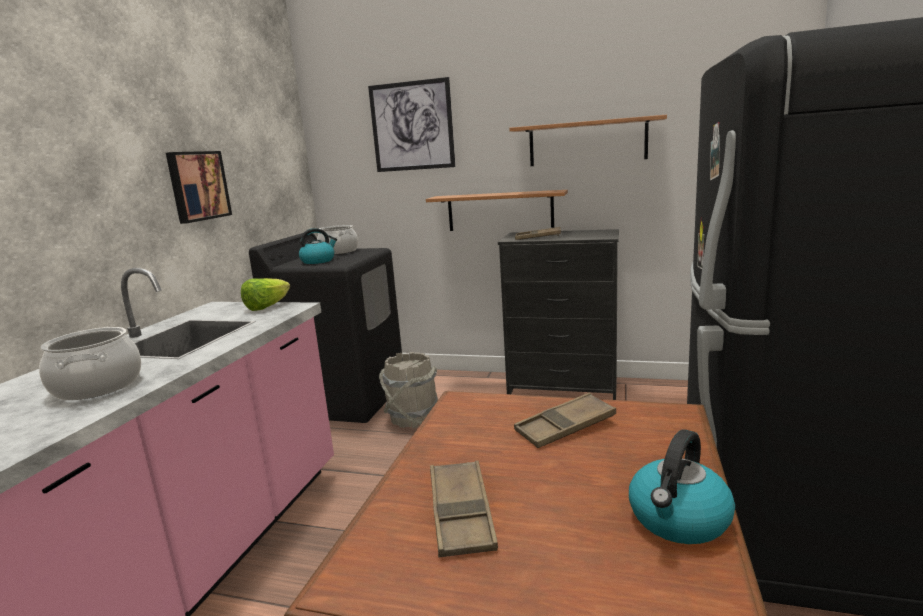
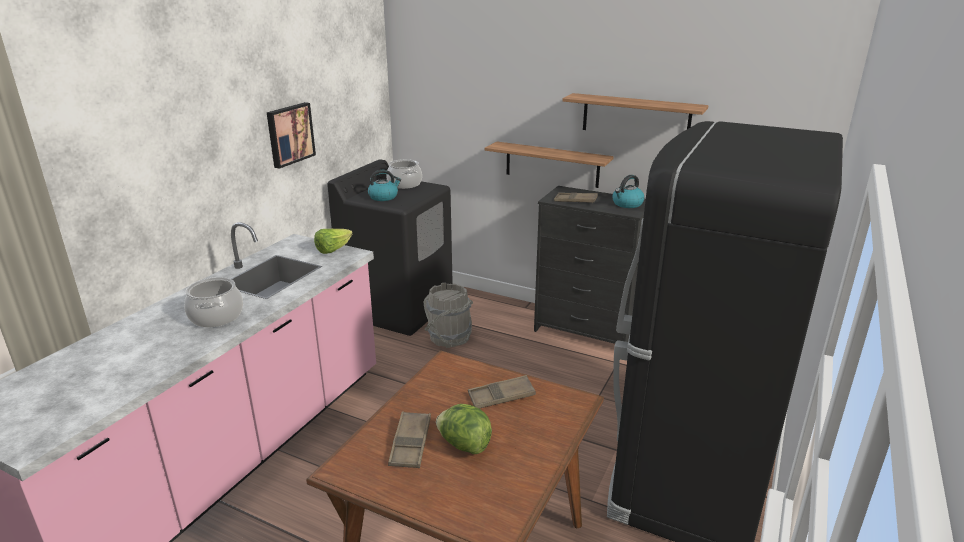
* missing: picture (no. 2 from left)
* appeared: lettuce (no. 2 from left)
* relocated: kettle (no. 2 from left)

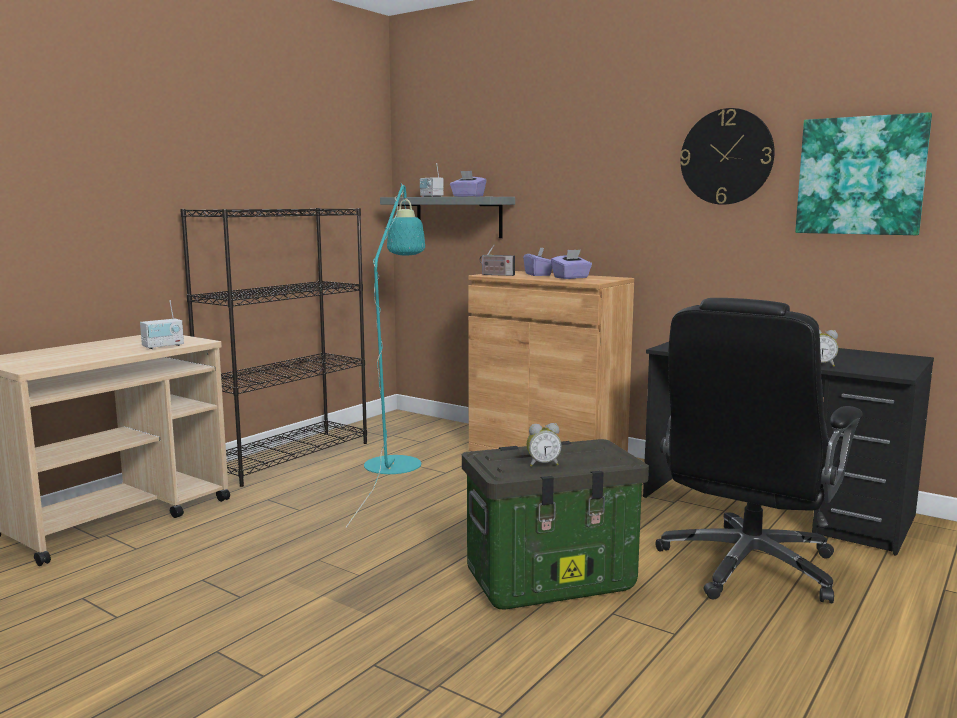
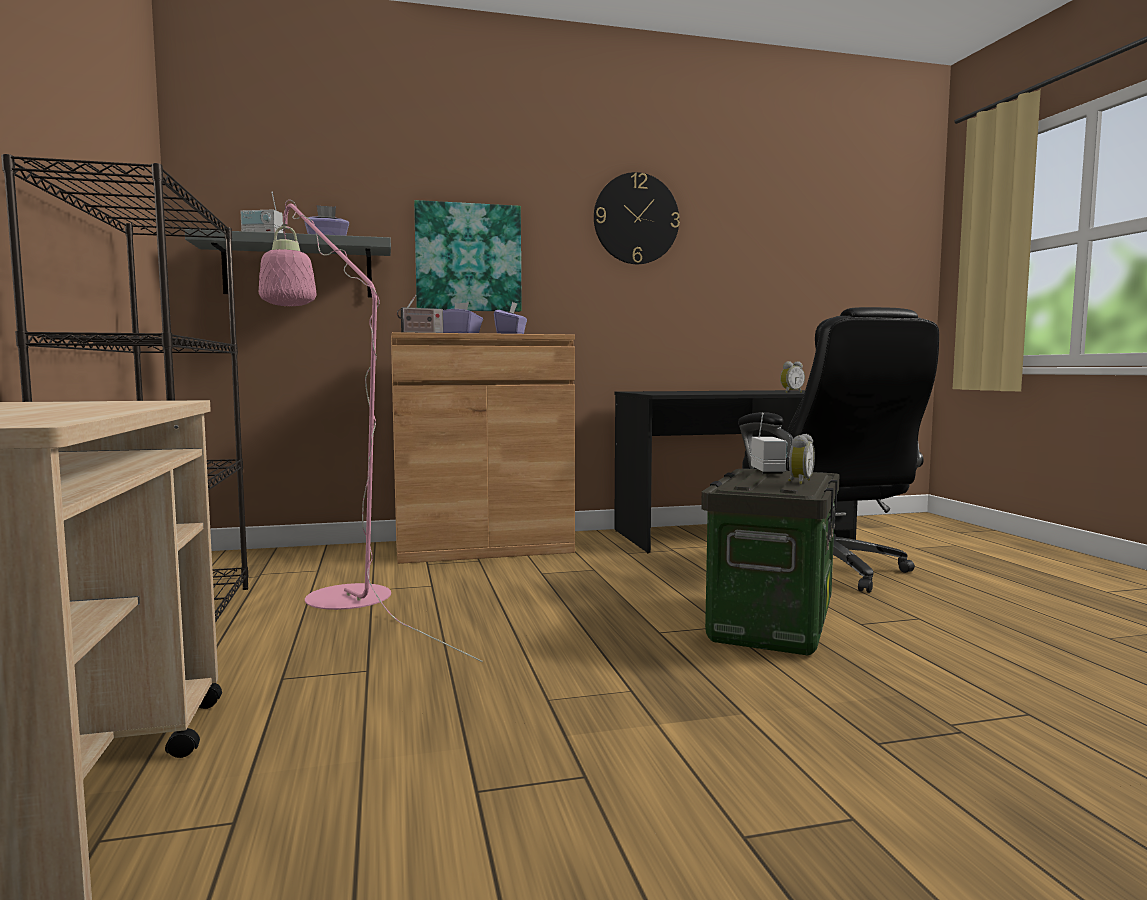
* relocated: radio (no. 1 from left in the first image) to radio (no. 3 from left)
* relocated: picture
* colour: floor lamp (turquoise) to floor lamp (pink)

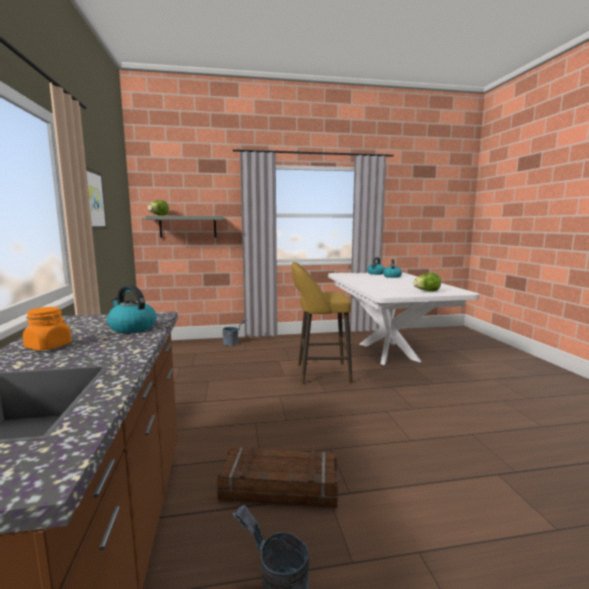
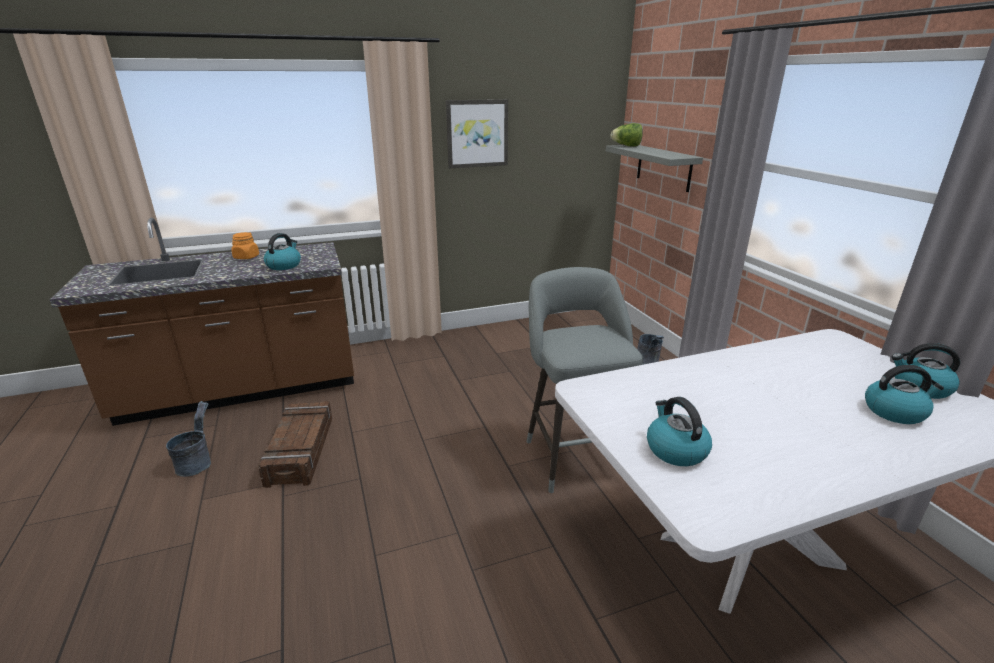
* exchanged: lettuce (no. 2 from left) to kettle (no. 2 from left)
* colour: stool (yellow) to stool (grey)

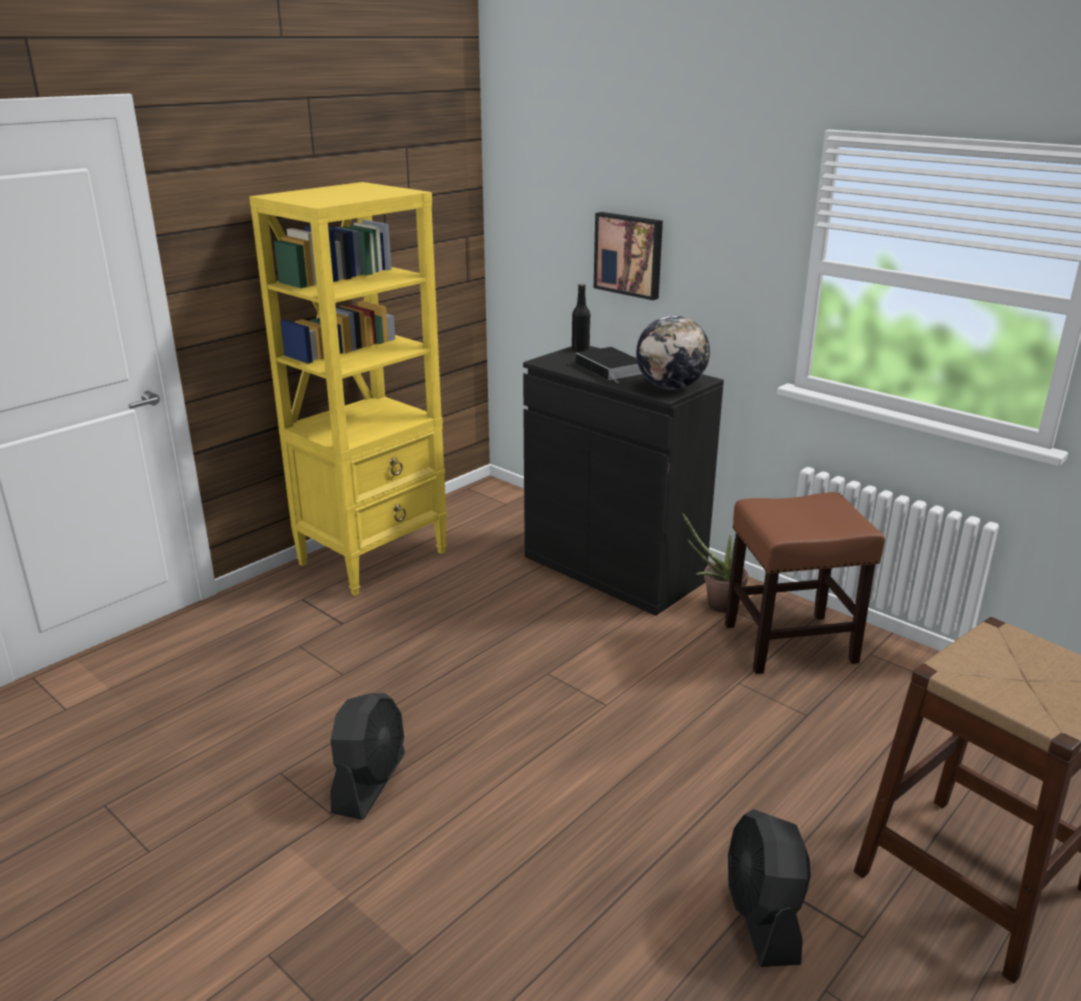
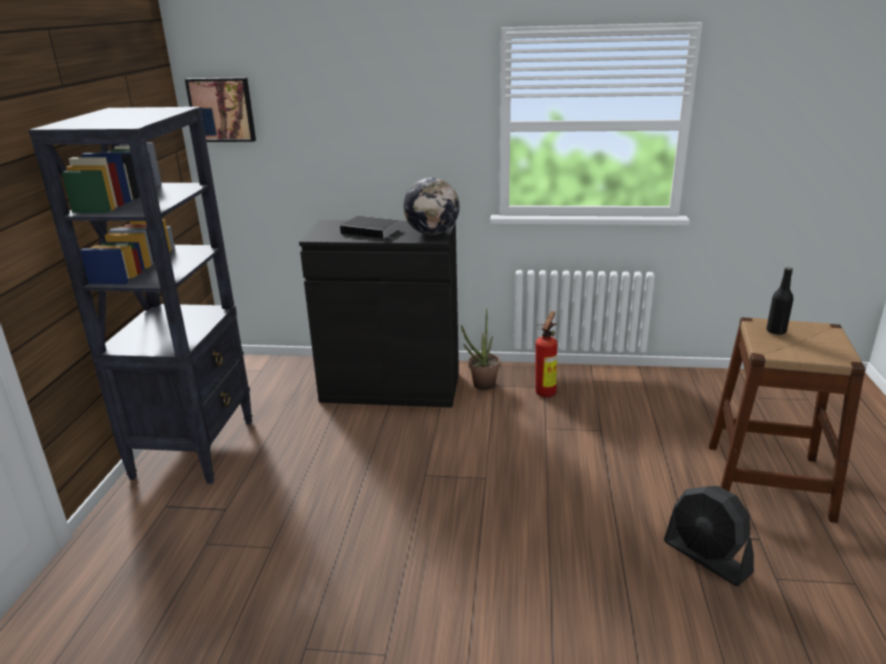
* missing: fan (black) (no. 1 from left)
* relocated: bottle (black)
* relocated: picture
* exchanged: stool (brown) (no. 1 from left) to fire extinguisher
* colour: bookcase (yellow) to bookcase (black)

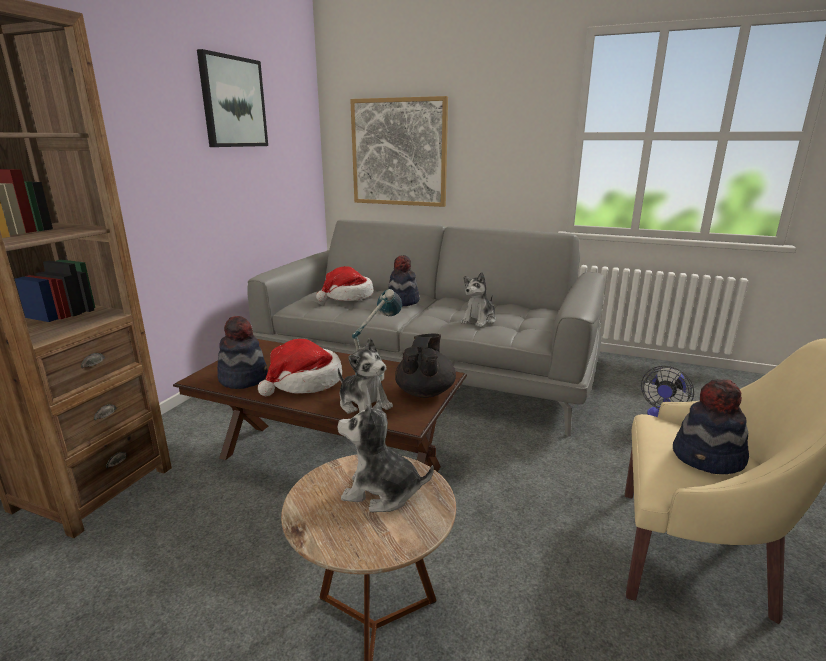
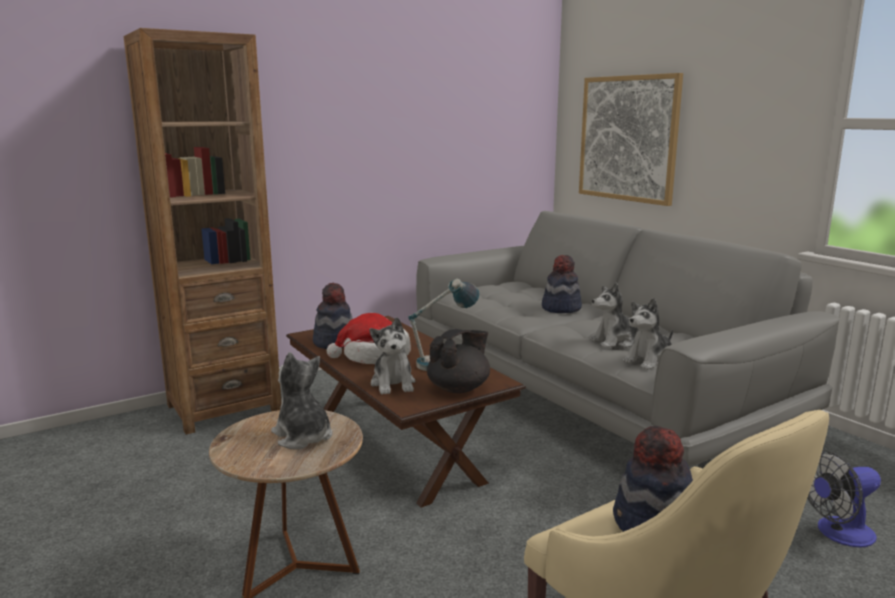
* missing: picture (no. 1 from left)
* missing: hat (no. 3 from left)
* appeared: plush toy (no. 4 from left)

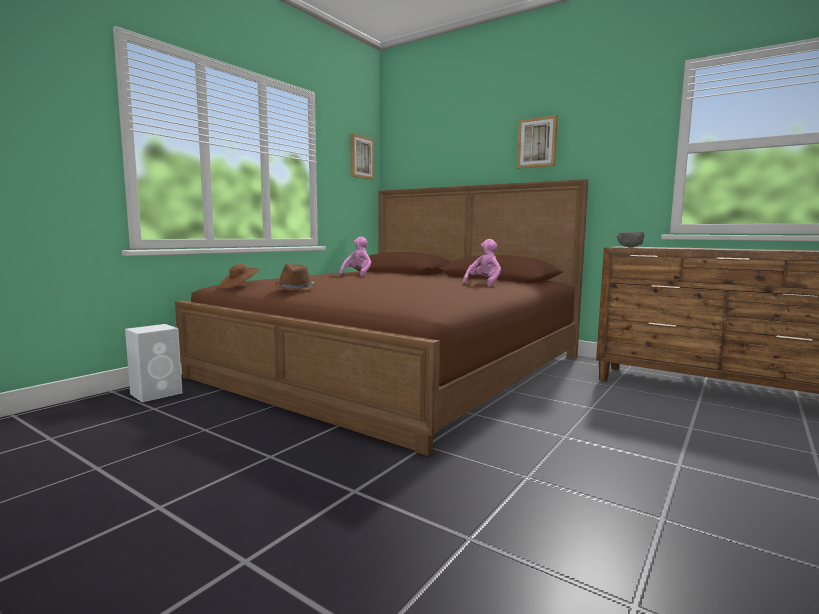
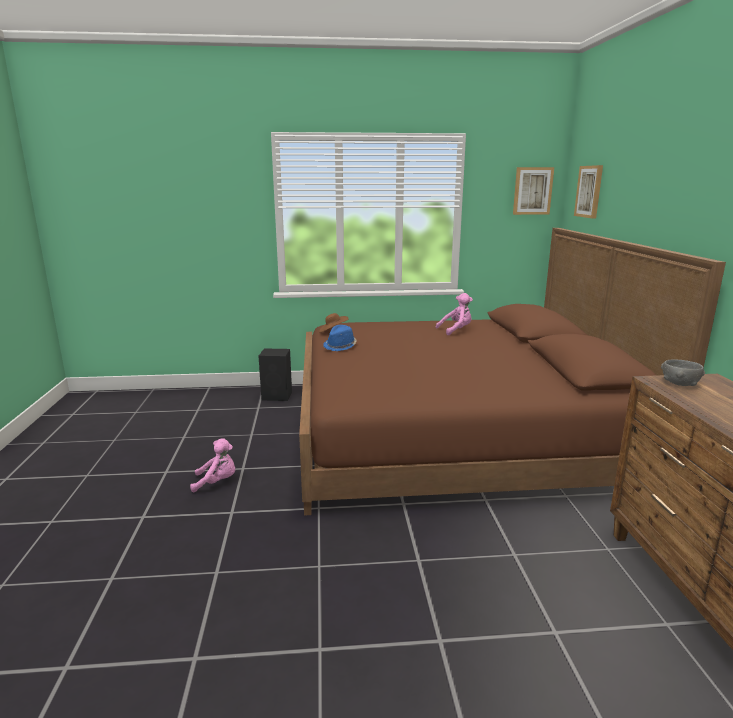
* relocated: plush toy (pink) (no. 2 from left in the first image) to plush toy (pink) (no. 1 from left)
* relocated: picture (no. 2 from left)
* colour: speaker (white) to speaker (black)
* colour: hat (brown) (no. 2 from left) to hat (blue)

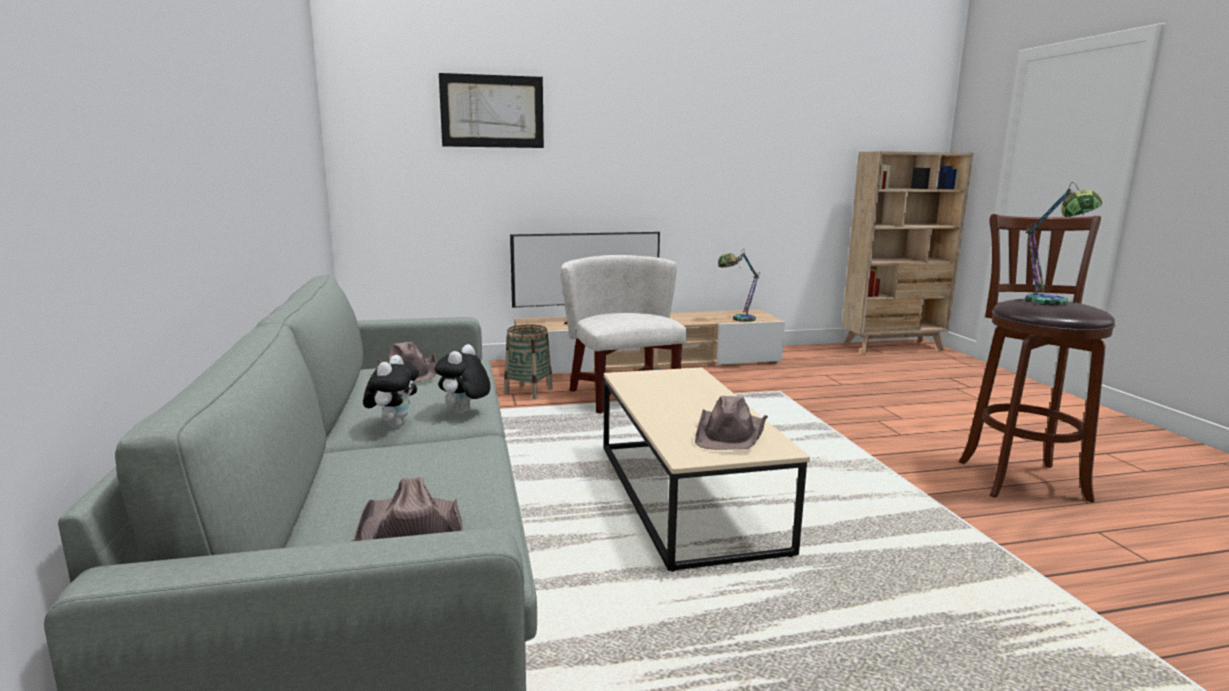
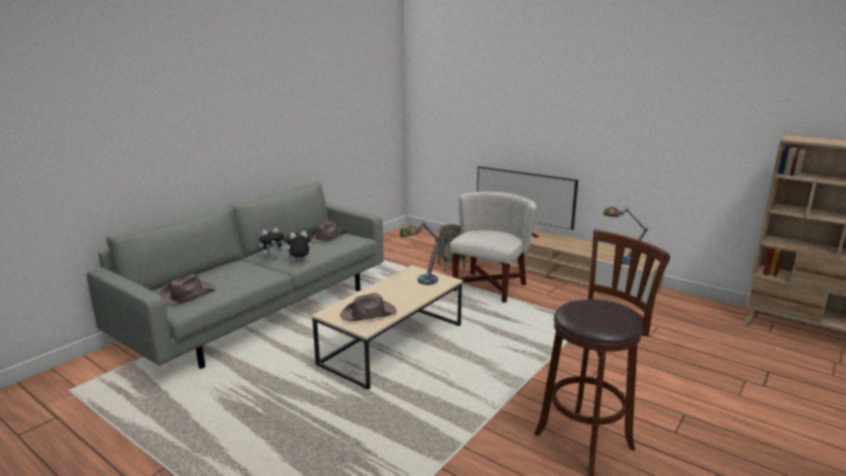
* missing: picture
* relocated: table lamp (no. 2 from left in the first image) to table lamp (no. 1 from left)

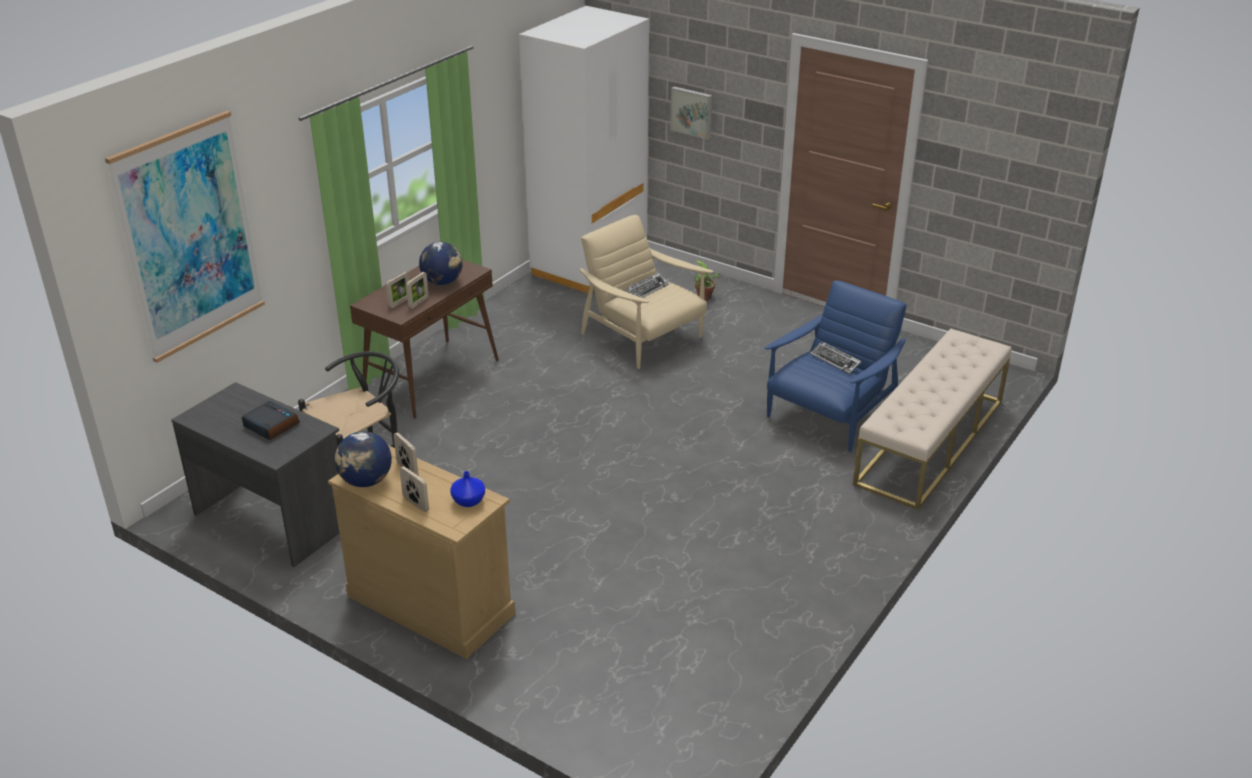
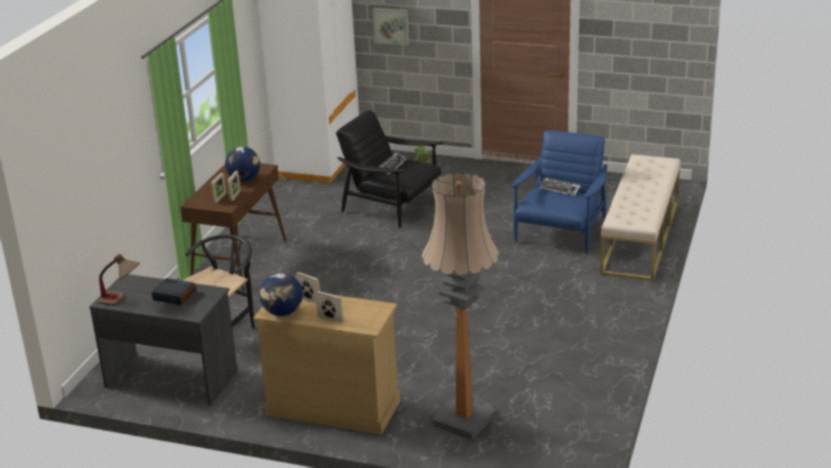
* missing: picture (no. 1 from left)
* missing: vase (blue)
* appeared: table lamp
* appeared: floor lamp
* colour: armchair (beige) to armchair (black)

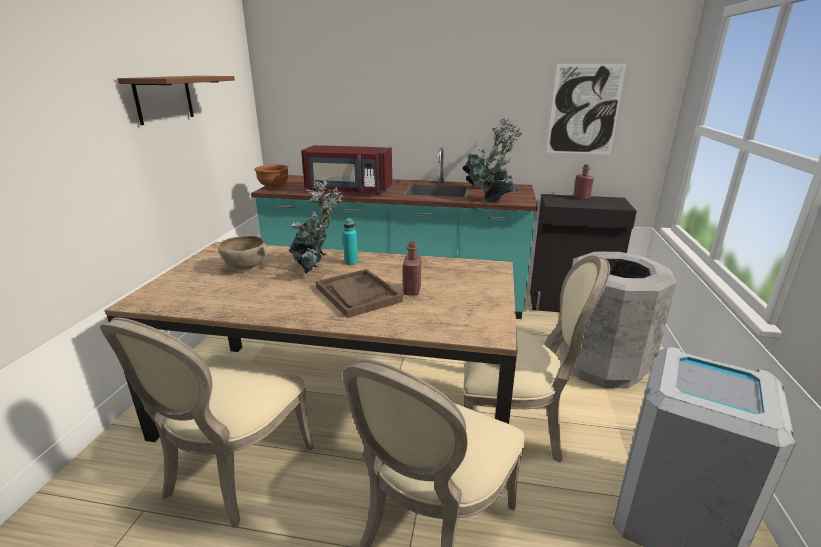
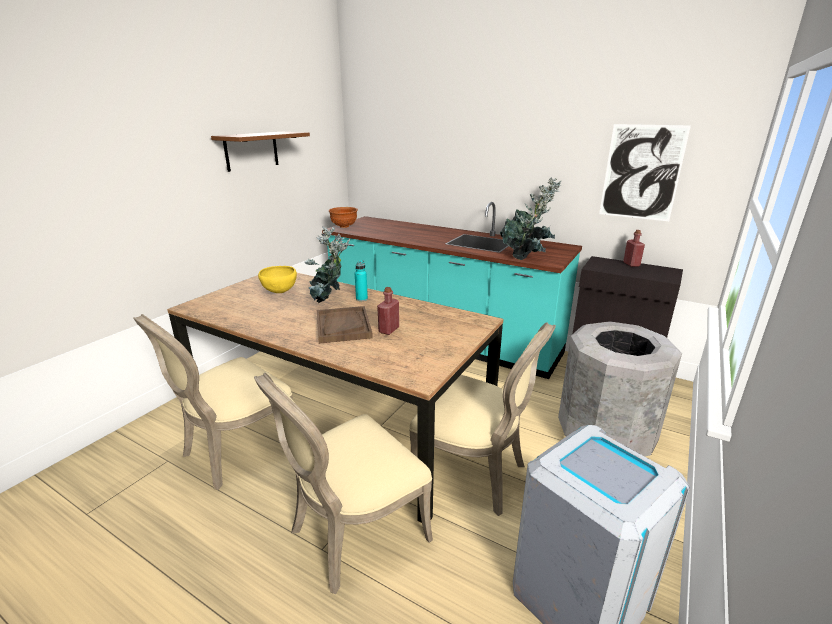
* missing: microwave (red)
* colour: bowl (brown) (no. 1 from left) to bowl (yellow)

